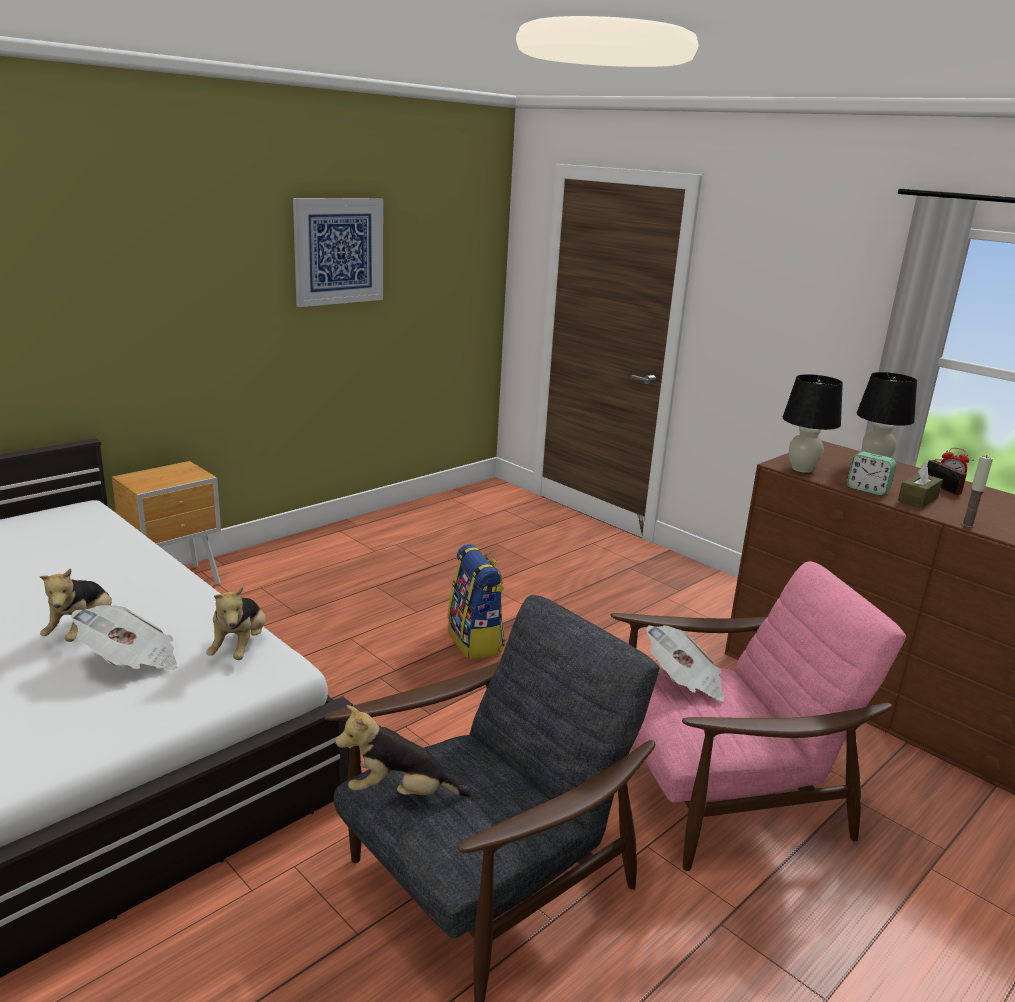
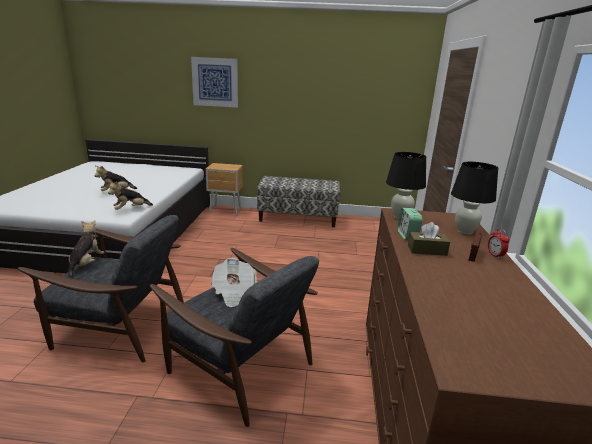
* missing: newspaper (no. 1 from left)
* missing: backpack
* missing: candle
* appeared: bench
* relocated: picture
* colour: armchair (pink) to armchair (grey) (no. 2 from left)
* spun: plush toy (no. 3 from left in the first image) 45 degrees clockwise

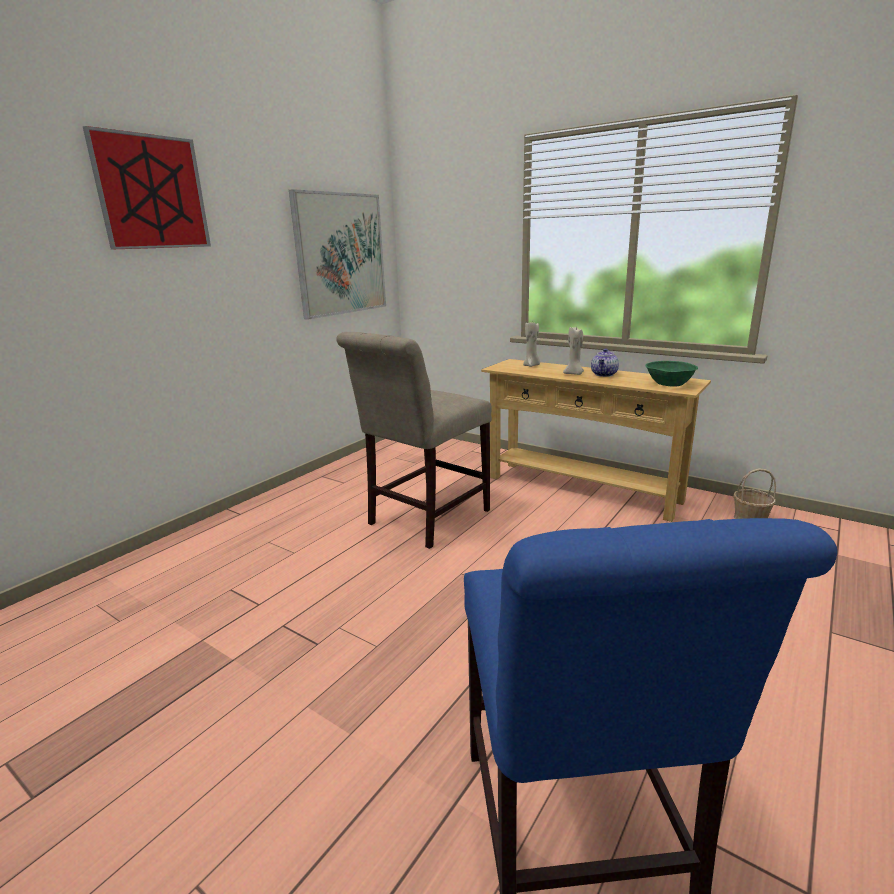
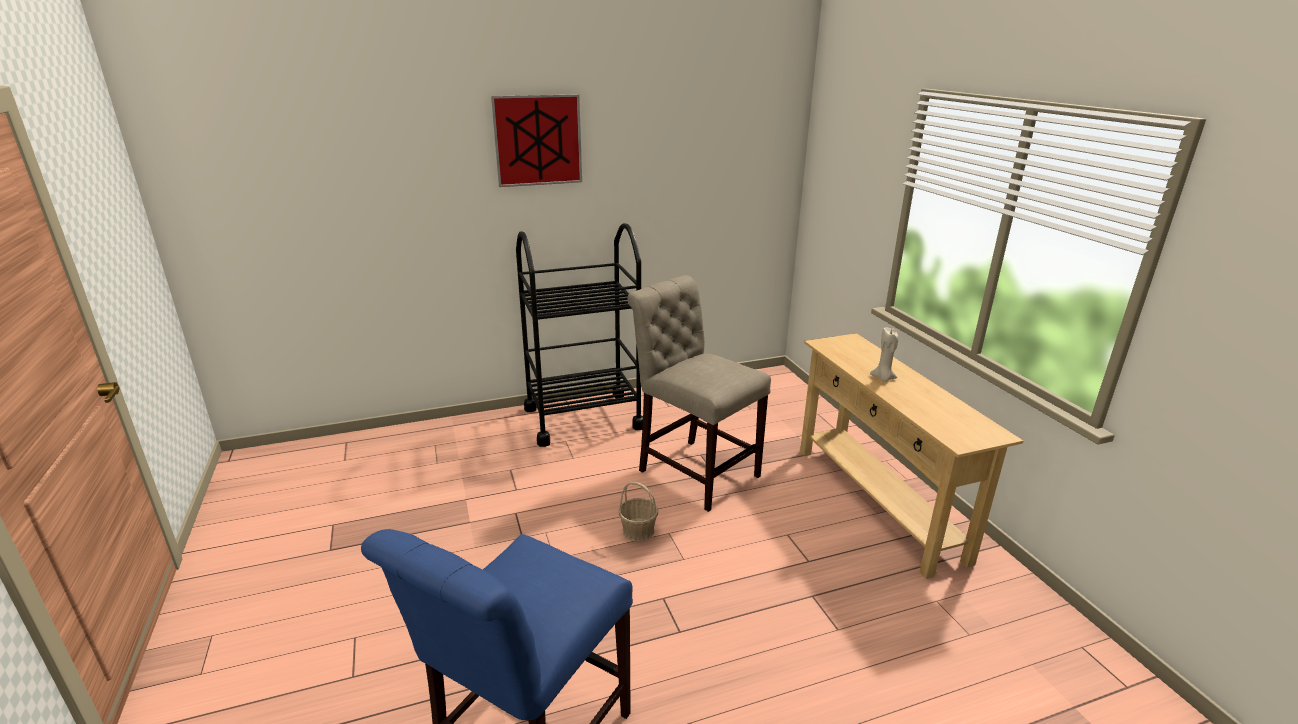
* missing: picture (no. 2 from left)
* missing: candle (beige) (no. 1 from left)
* missing: teapot
* missing: bowl (green)
* appeared: cart (black)
* relocated: basket
* spun: chair (beige) 60 degrees clockwise

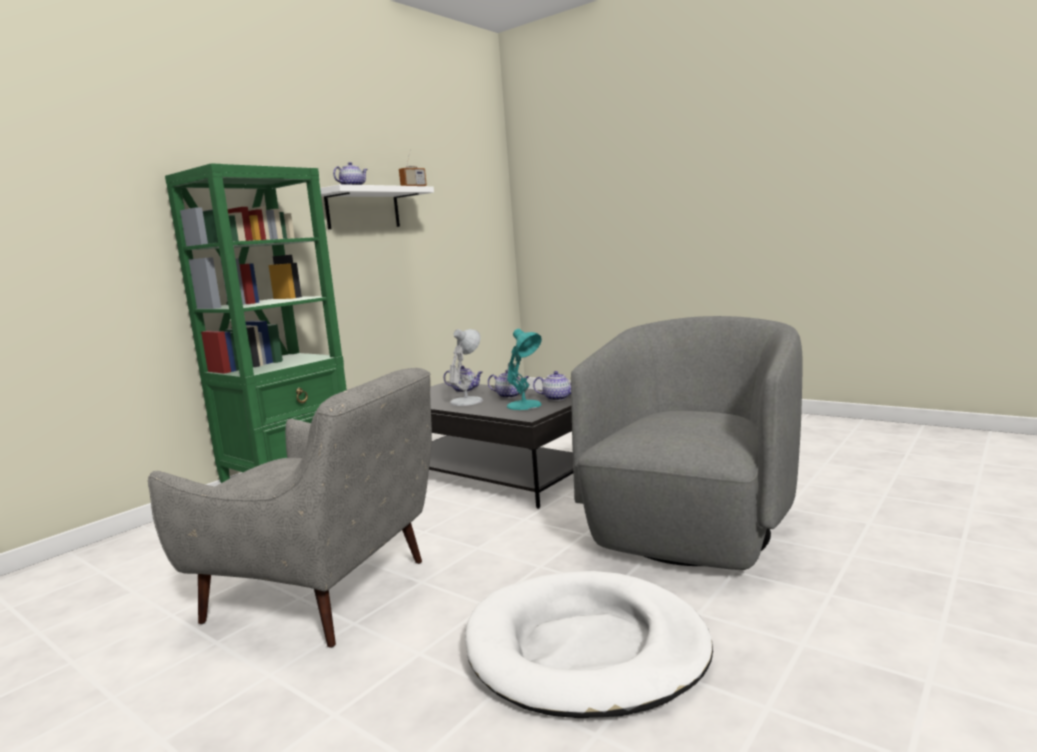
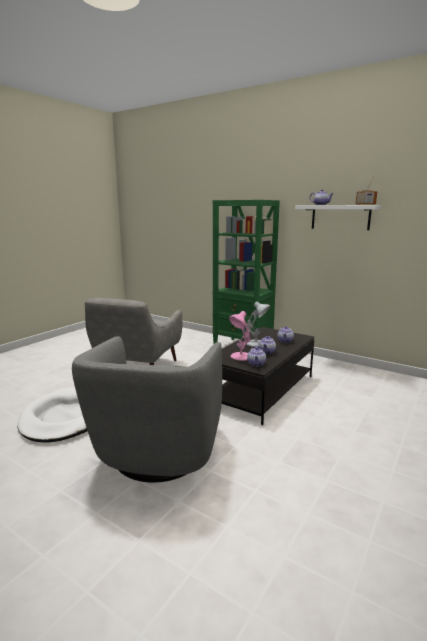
* colour: table lamp (turquoise) to table lamp (pink)
* spun: armchair (grey) (no. 2 from left) 75 degrees clockwise

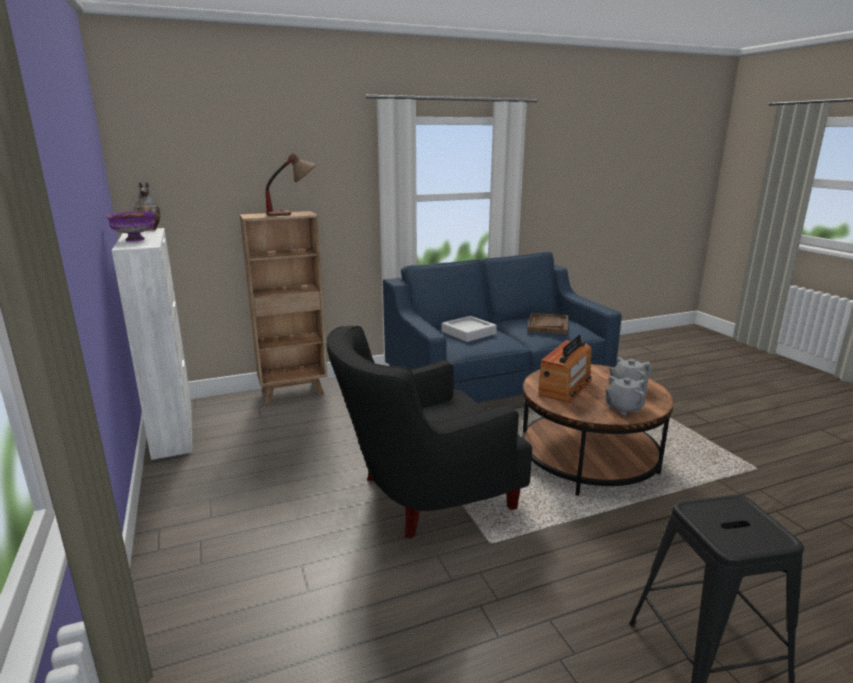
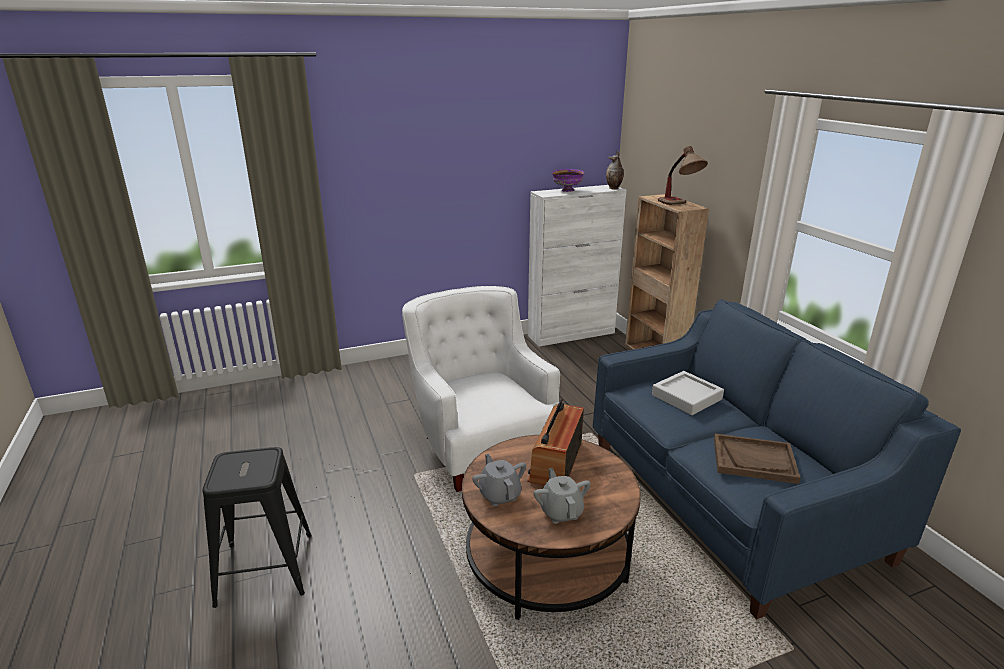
* colour: armchair (black) to armchair (white)
* spun: radio 75 degrees clockwise

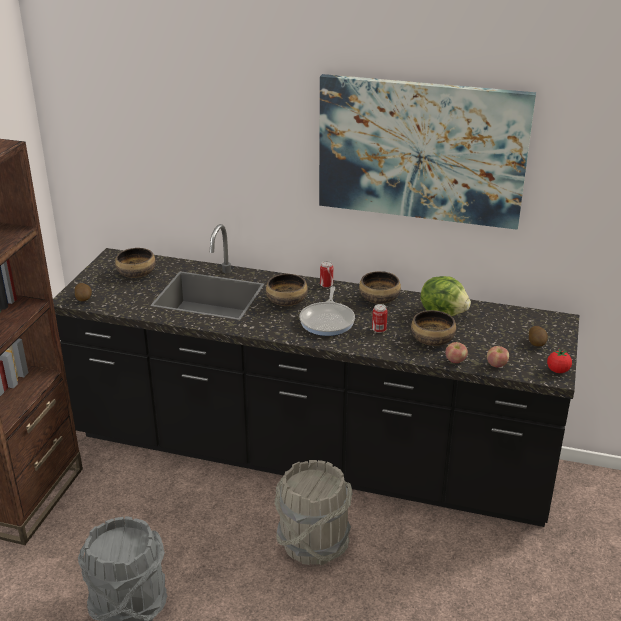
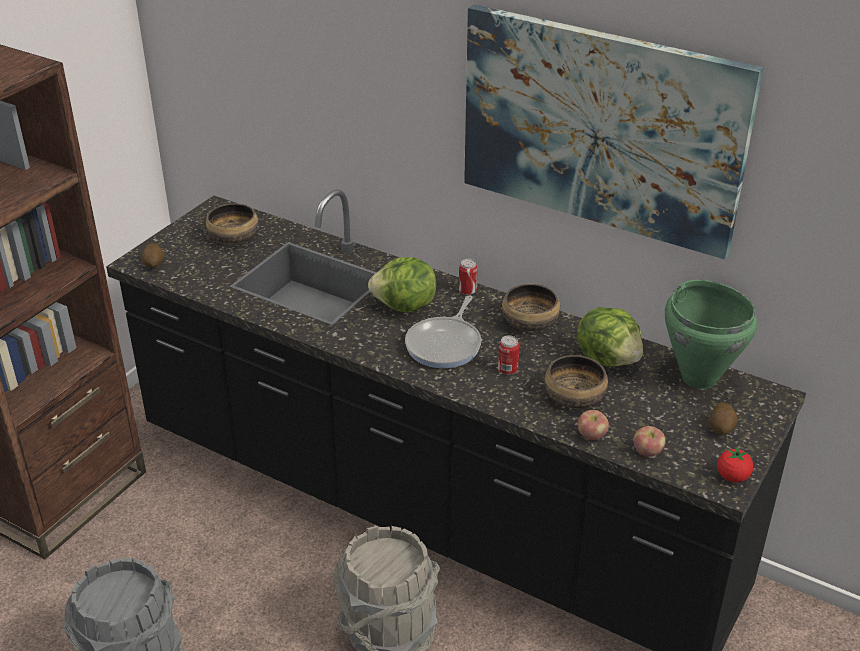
* appeared: cooking pot (green)
* exchanged: bowl (no. 2 from left) to lettuce (no. 1 from left)

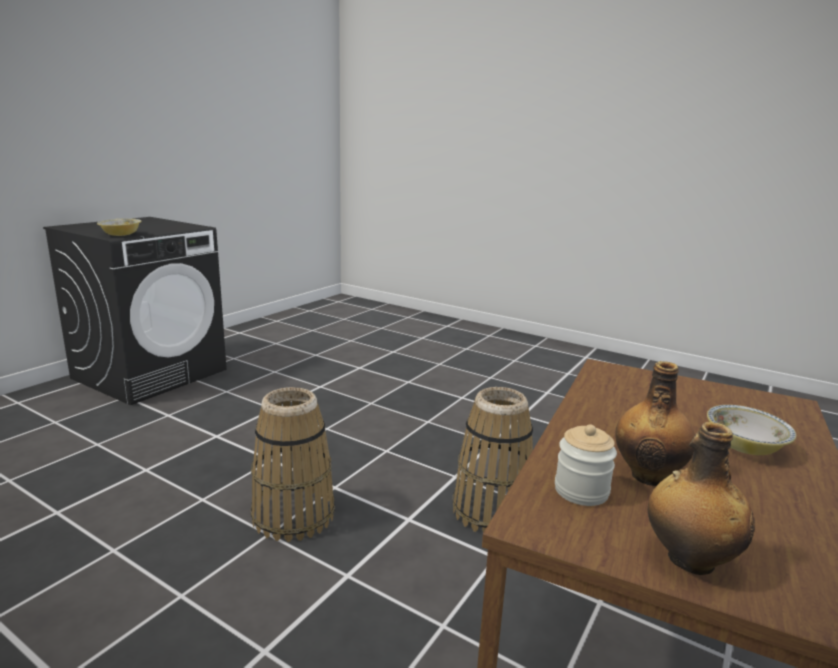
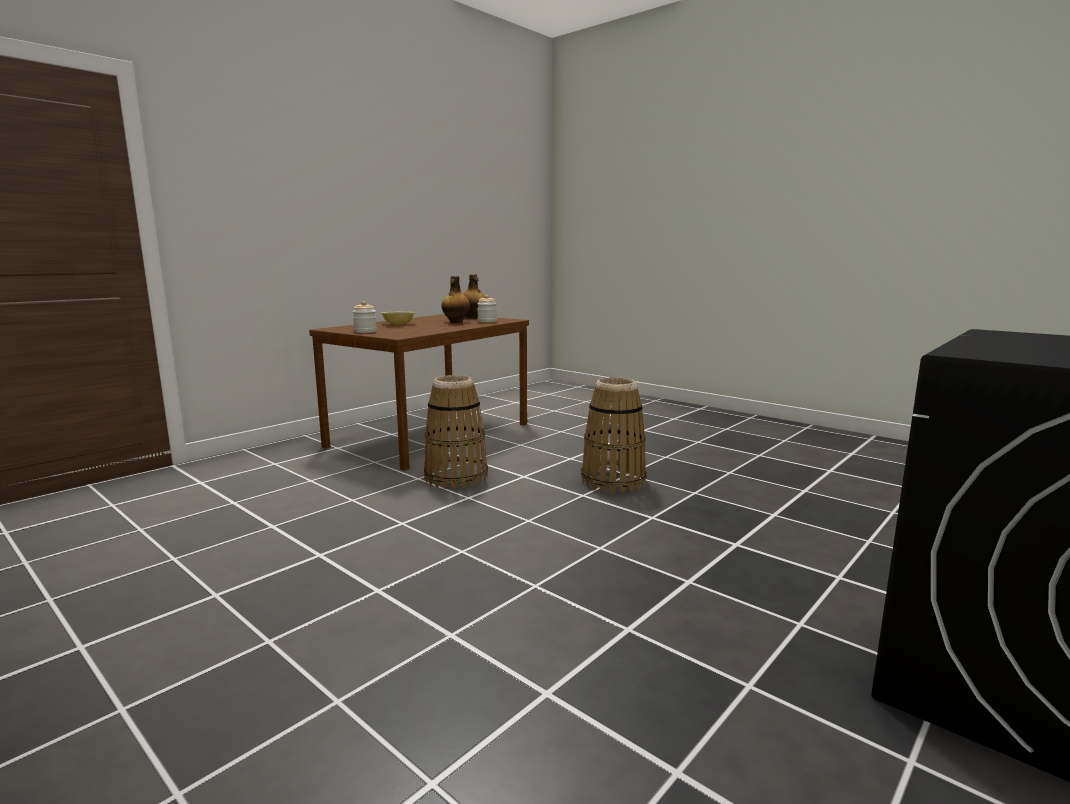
* missing: bowl (no. 1 from left)
* appeared: jar (no. 1 from left)

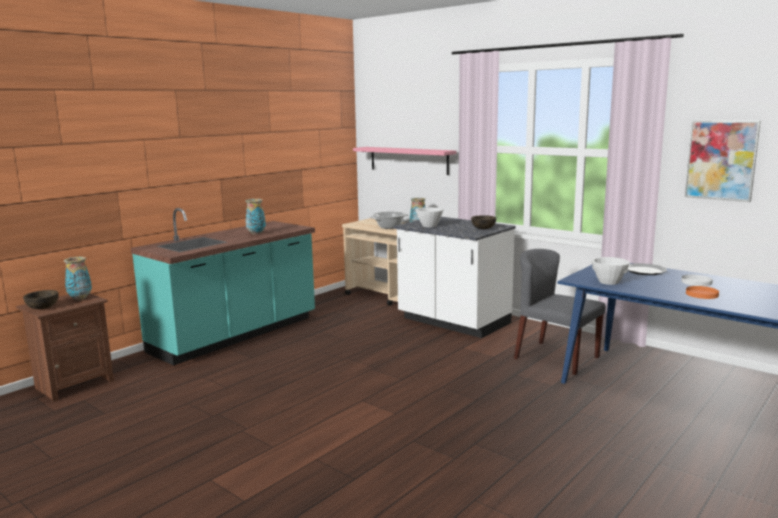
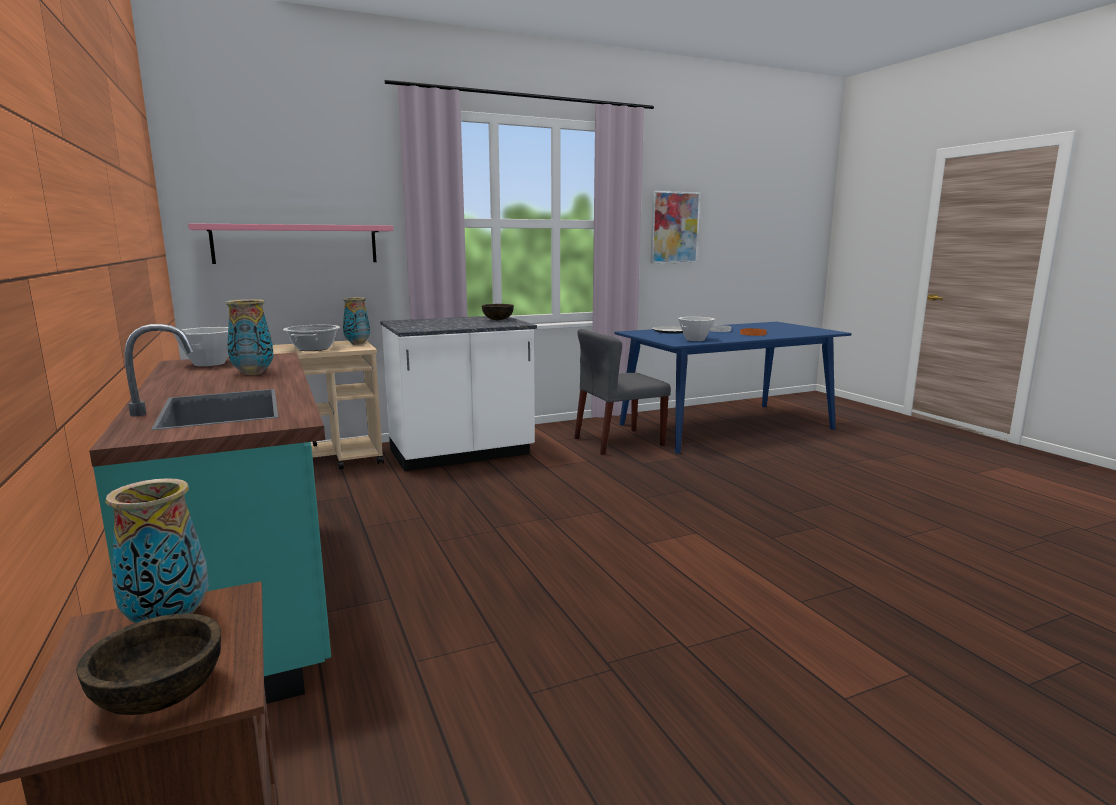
* relocated: bowl (white) (no. 1 from left)

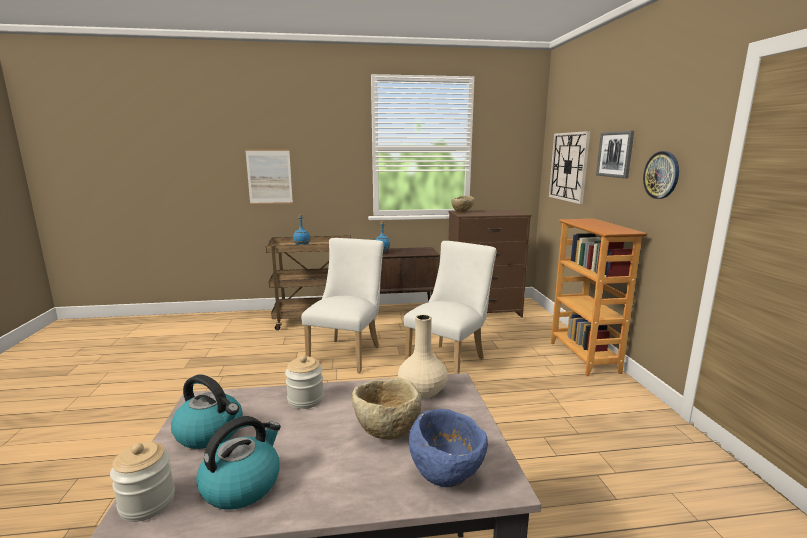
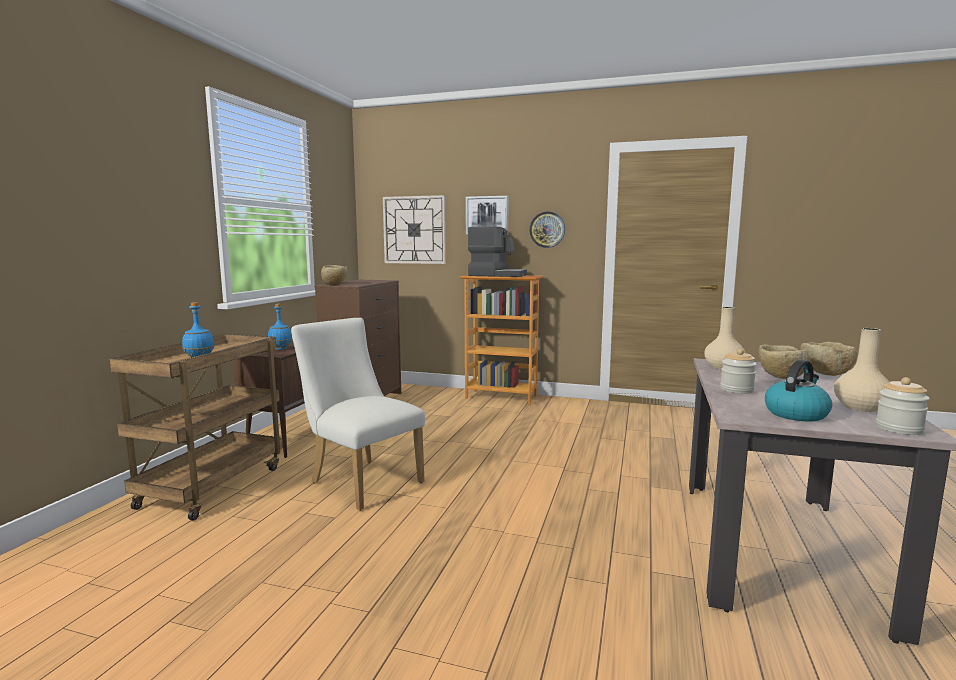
* missing: picture (no. 1 from left)
* missing: chair (white) (no. 2 from left)
* appeared: coffee machine
* exchanged: kettle (no. 2 from left) to vase (beige) (no. 2 from left)
* colour: bowl (blue) to bowl (beige) (no. 3 from left)

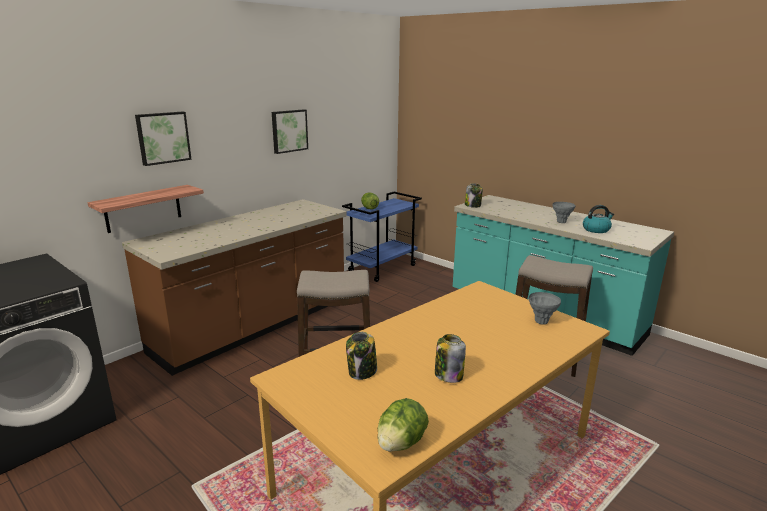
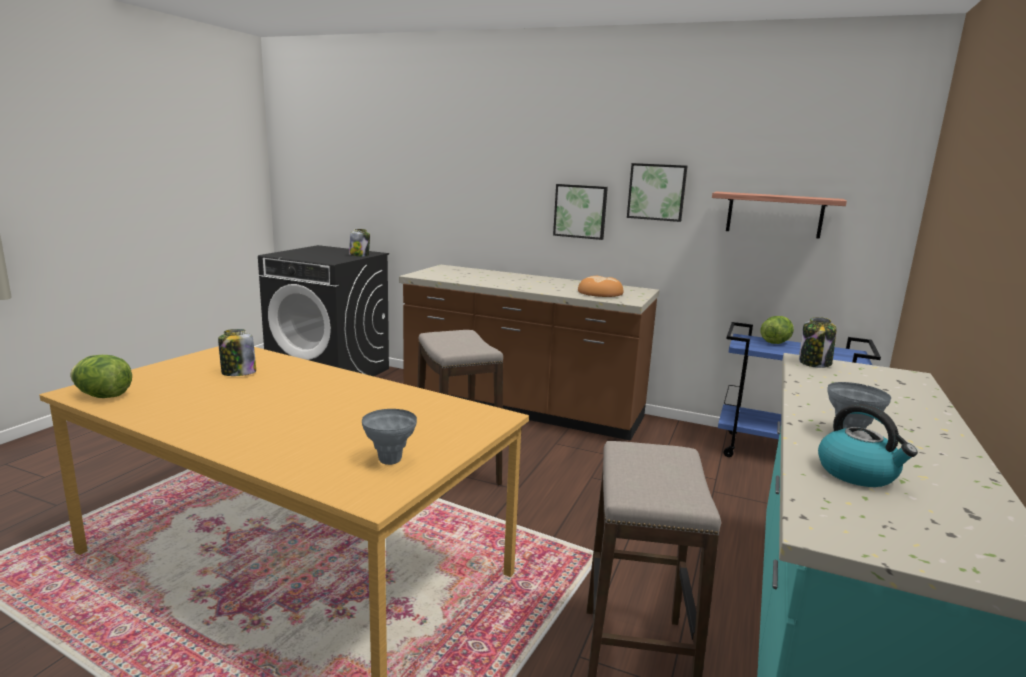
* appeared: bread
* relocated: shelf
* relocated: picture (no. 1 from left)
* relocated: jar (no. 2 from left)

